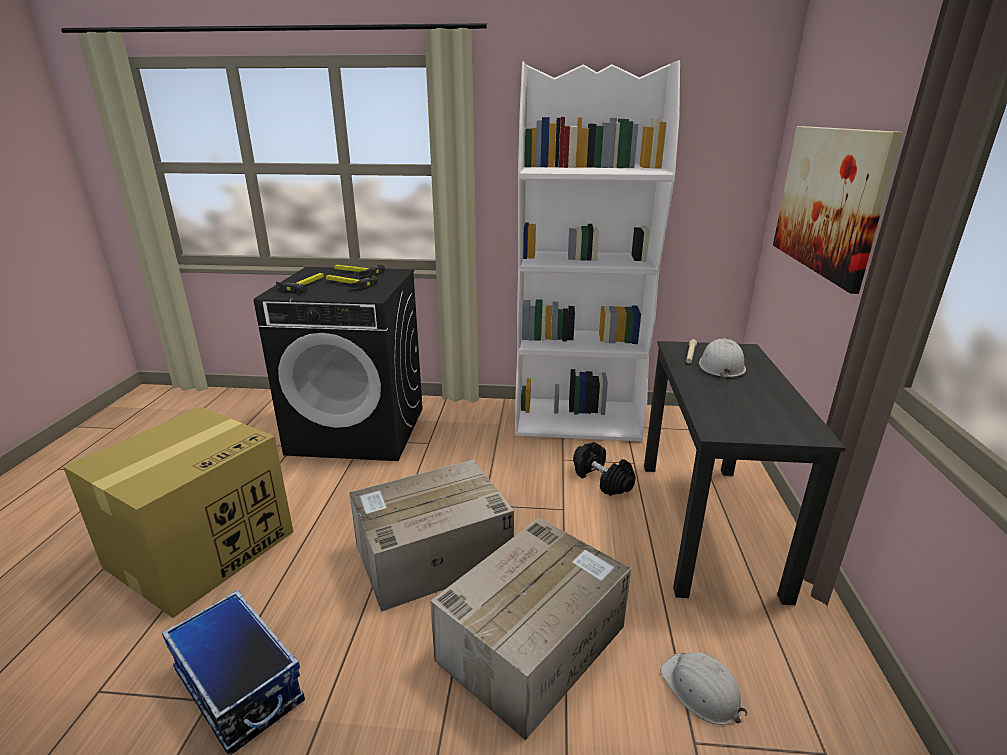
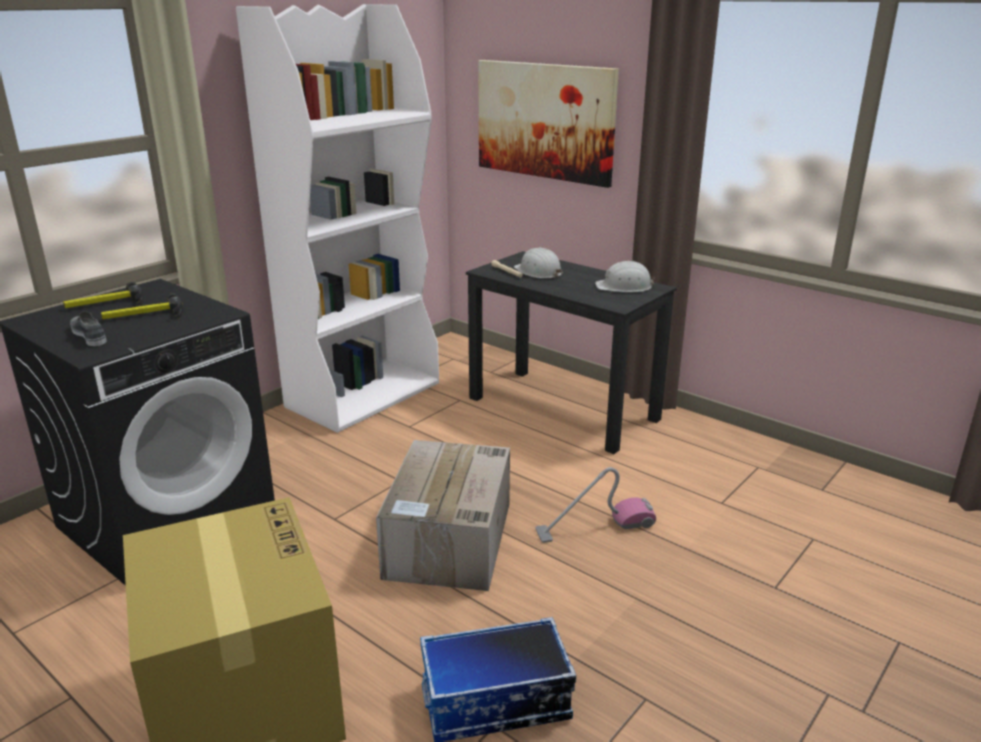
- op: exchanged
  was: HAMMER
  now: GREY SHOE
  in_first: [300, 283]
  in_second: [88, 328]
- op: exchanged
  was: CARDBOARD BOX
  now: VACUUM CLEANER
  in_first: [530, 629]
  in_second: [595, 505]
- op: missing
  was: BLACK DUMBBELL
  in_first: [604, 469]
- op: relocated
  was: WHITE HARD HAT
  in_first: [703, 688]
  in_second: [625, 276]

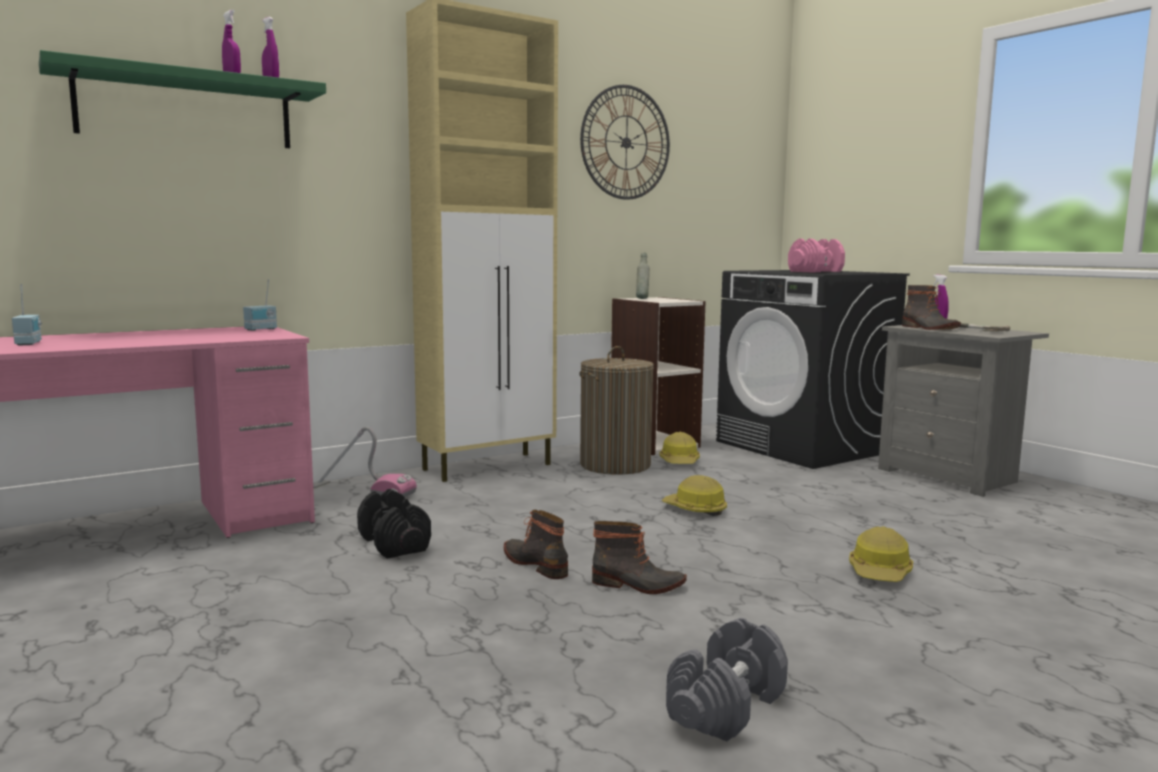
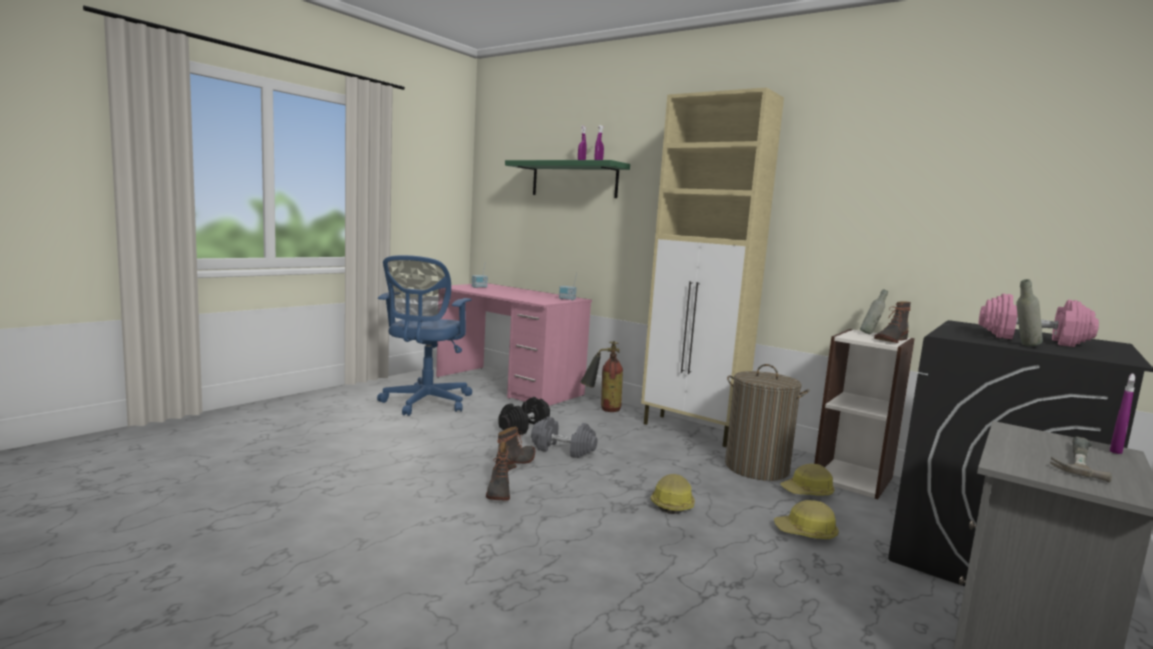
- op: exchanged
  was: VACUUM CLEANER
  now: FIRE EXTINGUISHER
  in_first: [365, 461]
  in_second: [601, 376]
- op: missing
  was: WALL CLOCK
  in_first: [625, 142]
- op: relocated
  was: GREY DUMBBELL
  in_first: [727, 680]
  in_second: [564, 437]
- op: relocated
  was: HARD HAT
  in_first: [881, 554]
  in_second: [806, 519]
- op: relocated
  was: BOOT
  in_first: [931, 307]
  in_second: [892, 322]
- op: appeared
  now: BLUE OFFICE CHAIR
  in_second: [424, 335]
- op: appeared
  now: GREY BOTTLE
  in_second: [1029, 312]

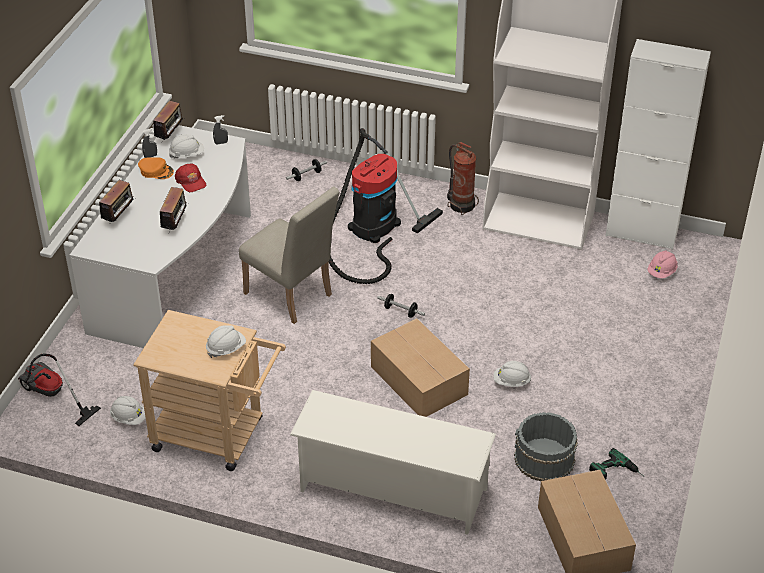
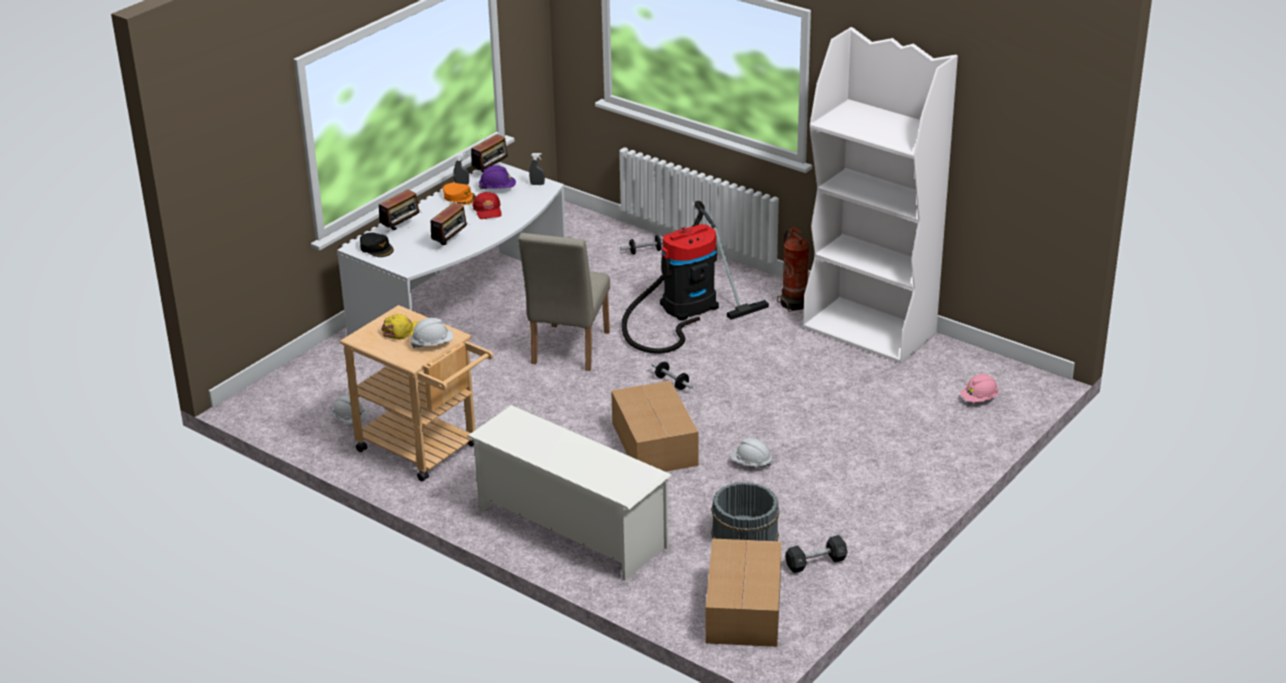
- op: missing
  was: VACUUM CLEANER
  in_first: [59, 389]
- op: colour
  was: WHITE HARD HAT
  now: PURPLE HARD HAT
  in_first: [186, 146]
  in_second: [497, 177]
- op: spun
  was: BEIGE CHAIR
  in_first: [289, 255]
  in_second: [564, 302]
  clockwise: 45
- op: exchanged
  was: POWER DRILL
  now: BLACK DUMBBELL
  in_first: [617, 464]
  in_second: [816, 554]
- op: missing
  was: WHITE CABINET
  in_first: [658, 144]
- op: appeared
  now: BLACK CAP
  in_second: [377, 245]
- op: appeared
  now: YELLOW CAP
  in_second: [400, 326]

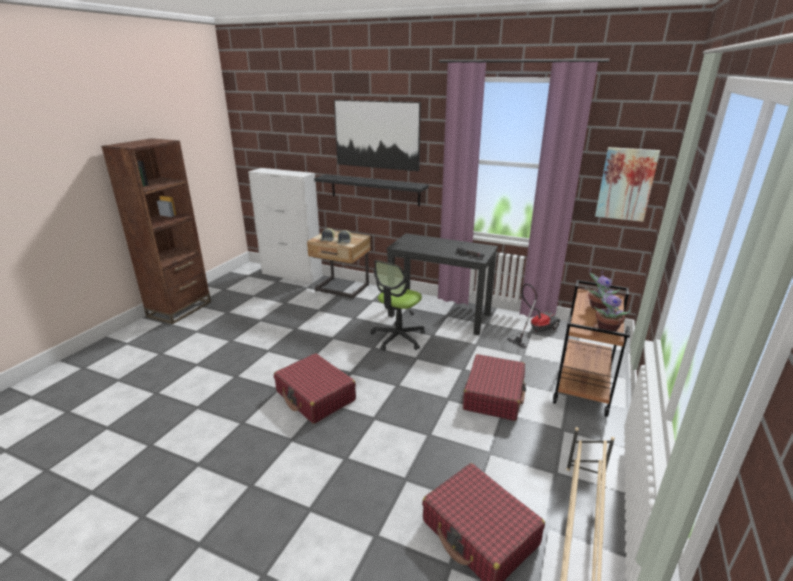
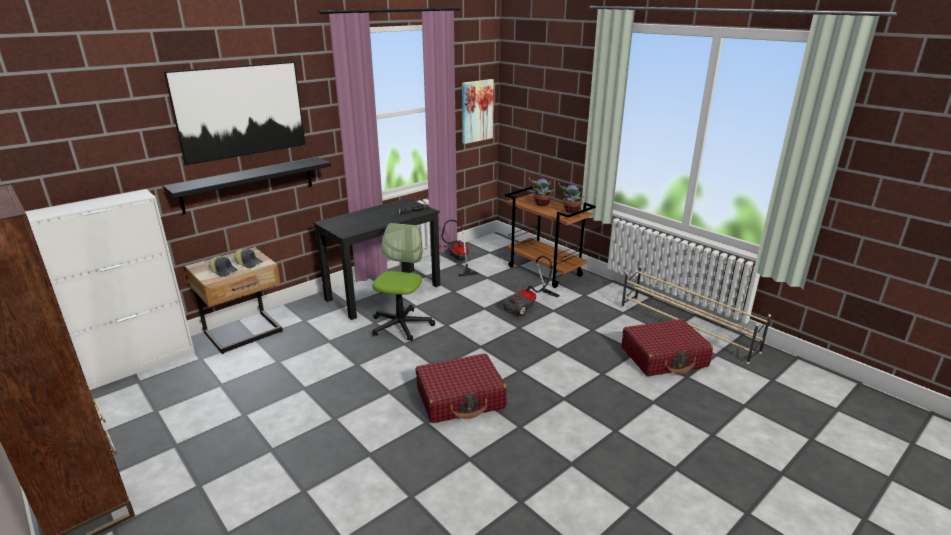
- op: spun
  was: OFFICE CHAIR
  in_first: [397, 305]
  in_second: [403, 282]
  clockwise: -135
- op: exchanged
  was: RED SUITCASE
  now: VACUUM CLEANER
  in_first: [494, 387]
  in_second: [531, 286]

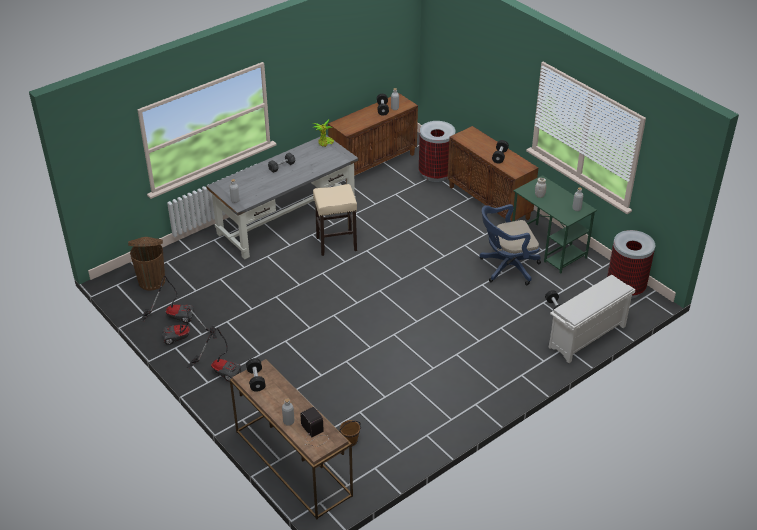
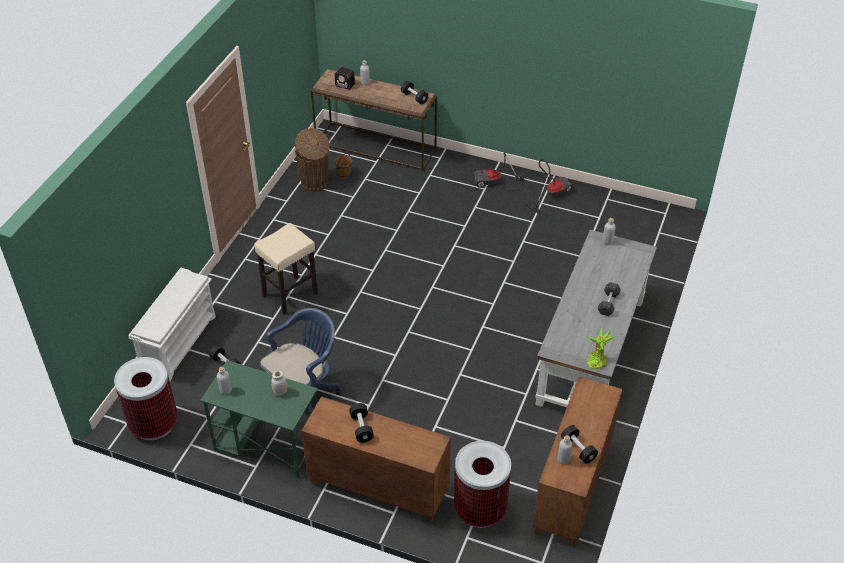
- op: relocated
  was: BROWN TRASH CAN
  in_first: [146, 264]
  in_second: [312, 160]
- op: missing
  was: VACUUM CLEANER
  in_first: [167, 299]
- op: relocated
  was: BEIGE STOOL
  in_first: [335, 220]
  in_second: [286, 269]

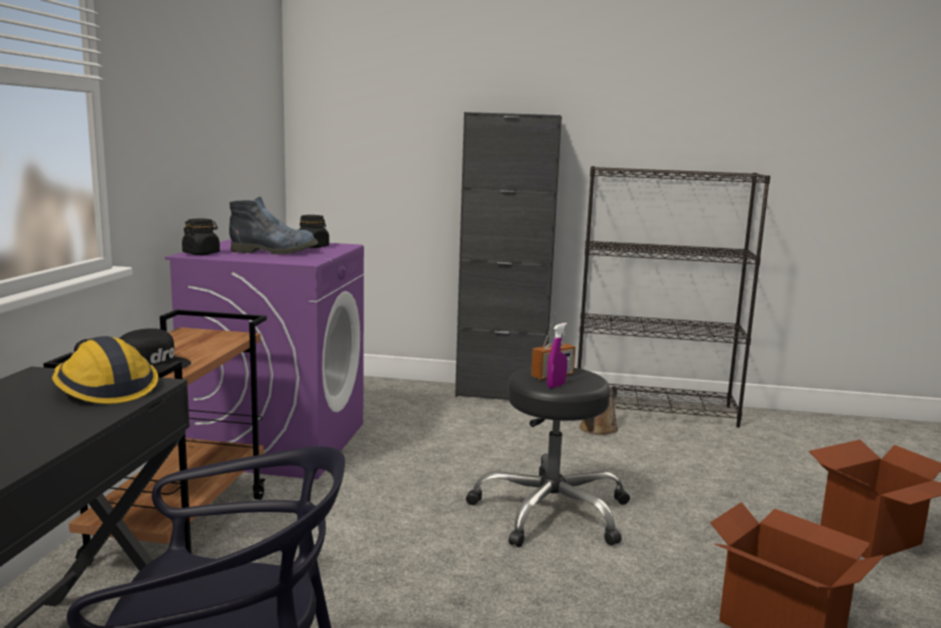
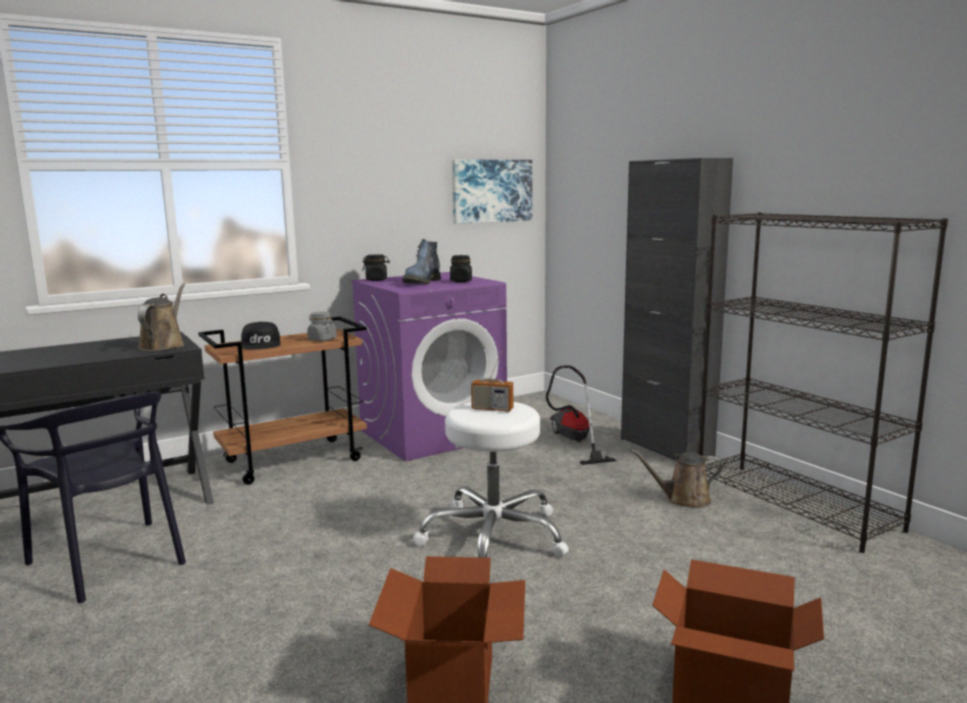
- op: exchanged
  was: HARD HAT
  now: BROWN WATERING CAN
  in_first: [105, 370]
  in_second: [161, 317]
- op: spun
  was: BOOT
  in_first: [274, 225]
  in_second: [421, 261]
  clockwise: 60
- op: colour
  was: BLACK STOOL
  now: WHITE STOOL
  in_first: [548, 457]
  in_second: [491, 480]
- op: missing
  was: PURPLE SPRAY BOTTLE
  in_first: [557, 355]
- op: appeared
  now: GREY JAR
  in_second: [322, 326]
- op: appeared
  now: PICTURE
  in_second: [492, 192]
- op: appeared
  now: VACUUM CLEANER
  in_second: [581, 415]

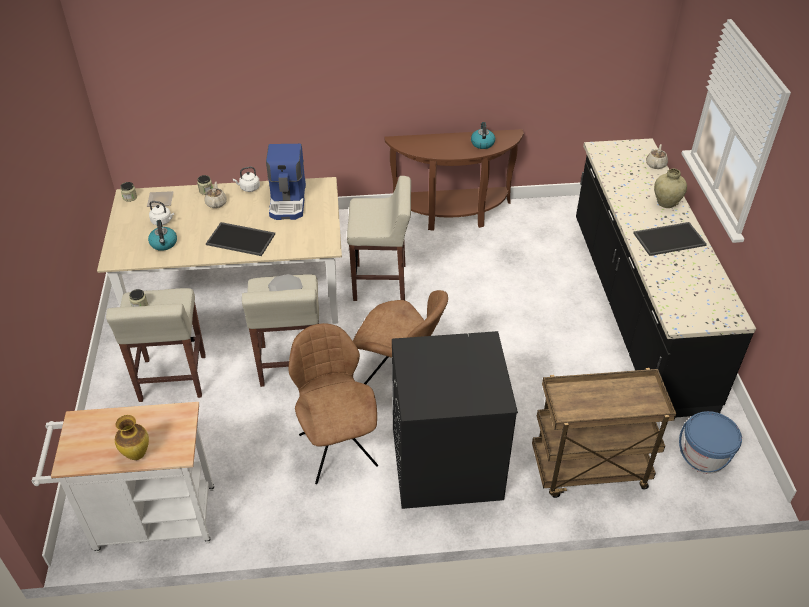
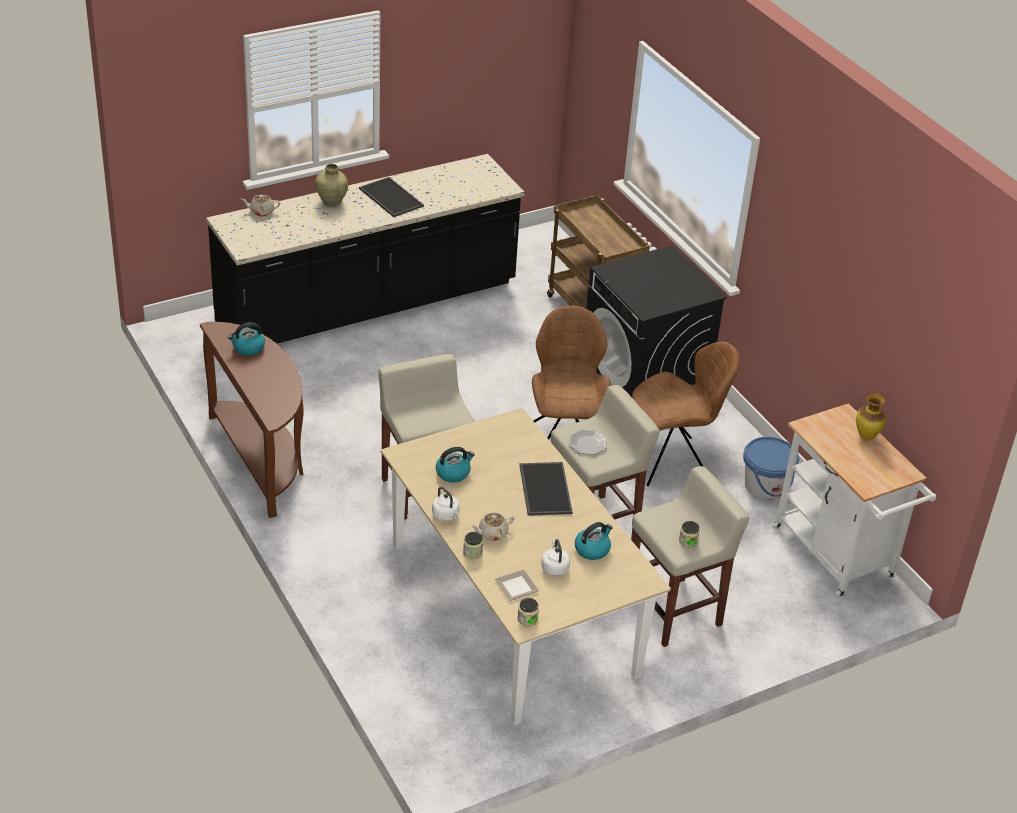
- op: exchanged
  was: COFFEE MACHINE
  now: KETTLE
  in_first: [286, 182]
  in_second: [455, 464]
- op: spun
  was: BROWN CHAIR
  in_first: [333, 403]
  in_second: [686, 414]
  clockwise: -150
- op: relocated
  was: BLUE BUCKET
  in_first: [710, 442]
  in_second: [771, 468]

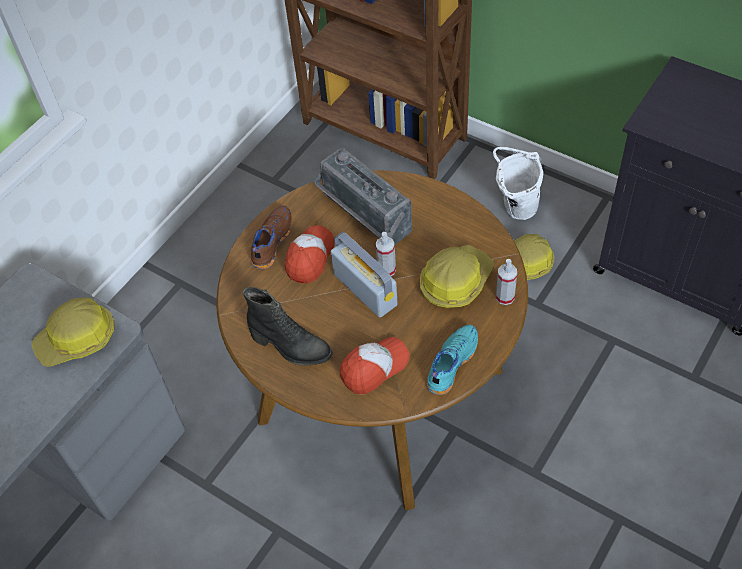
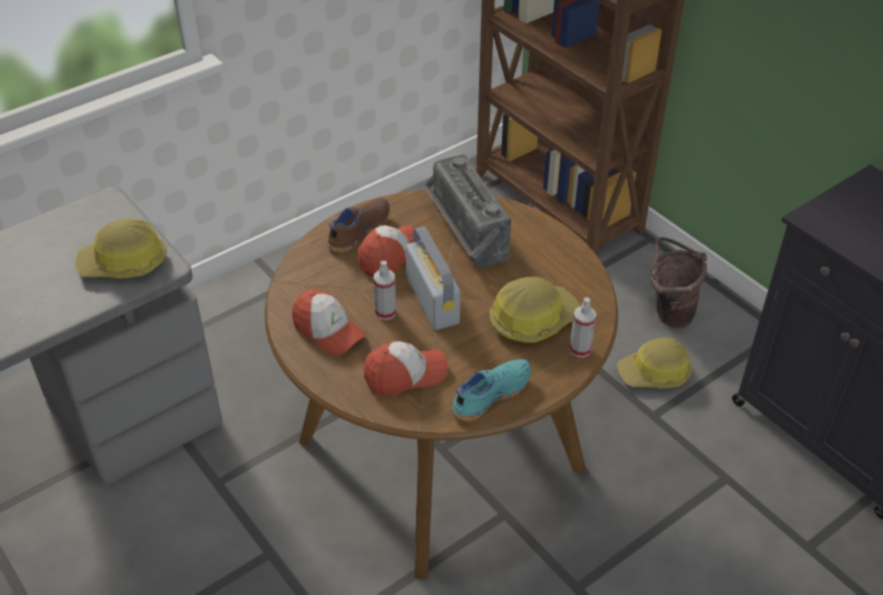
- op: exchanged
  was: BLACK BOOT
  now: CAP
  in_first: [288, 326]
  in_second: [329, 322]
- op: relocated
  was: SPRAY BOTTLE
  in_first: [386, 254]
  in_second: [385, 290]
- op: colour
  was: WHITE BUCKET
  now: BROWN BUCKET
  in_first: [518, 183]
  in_second: [678, 282]

